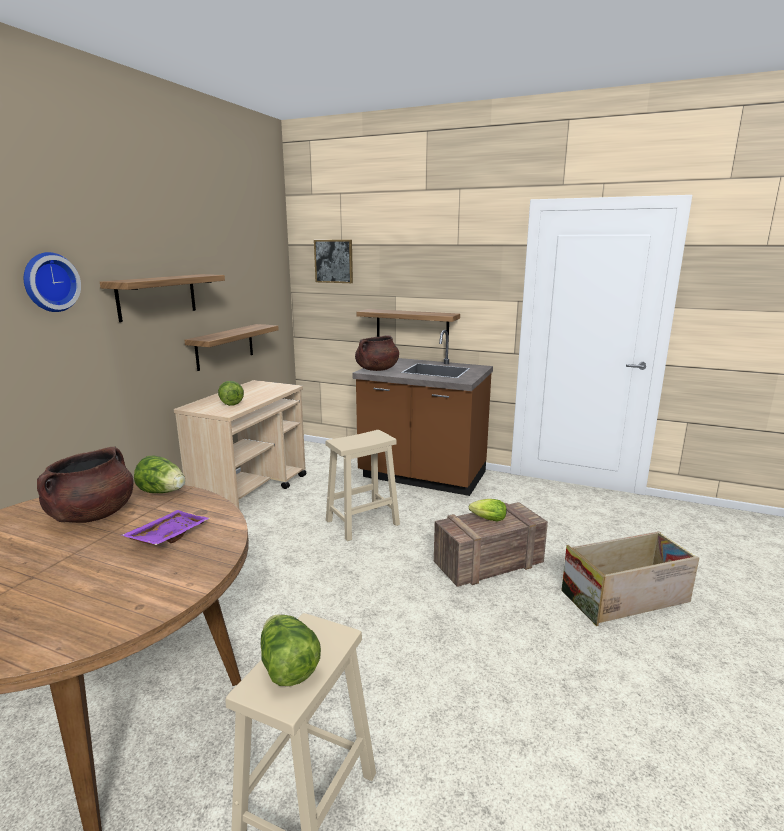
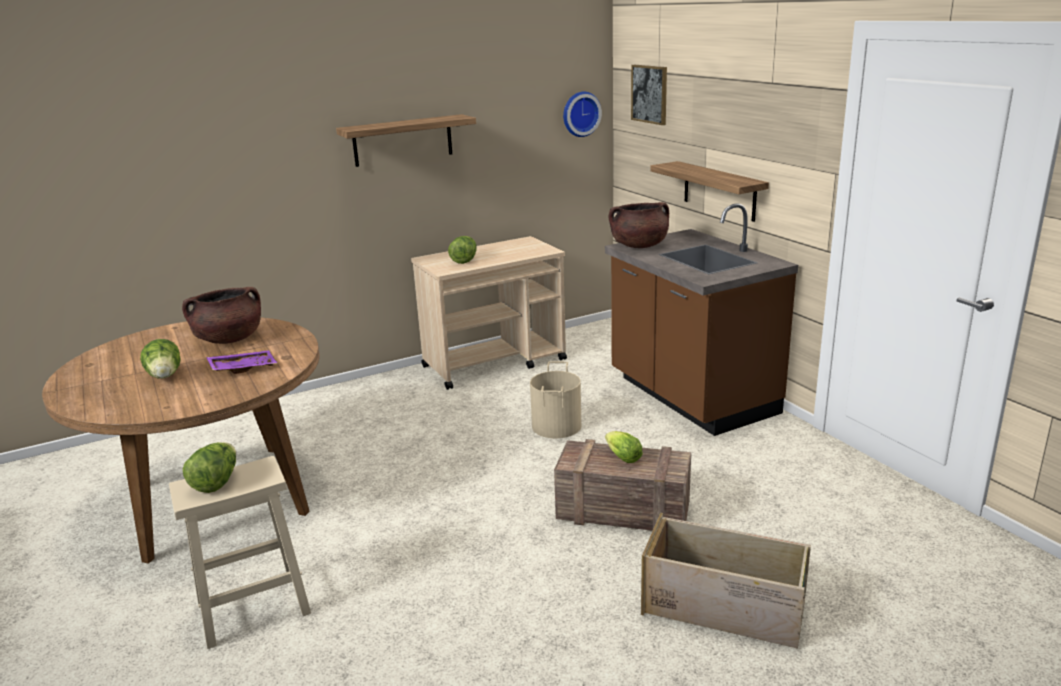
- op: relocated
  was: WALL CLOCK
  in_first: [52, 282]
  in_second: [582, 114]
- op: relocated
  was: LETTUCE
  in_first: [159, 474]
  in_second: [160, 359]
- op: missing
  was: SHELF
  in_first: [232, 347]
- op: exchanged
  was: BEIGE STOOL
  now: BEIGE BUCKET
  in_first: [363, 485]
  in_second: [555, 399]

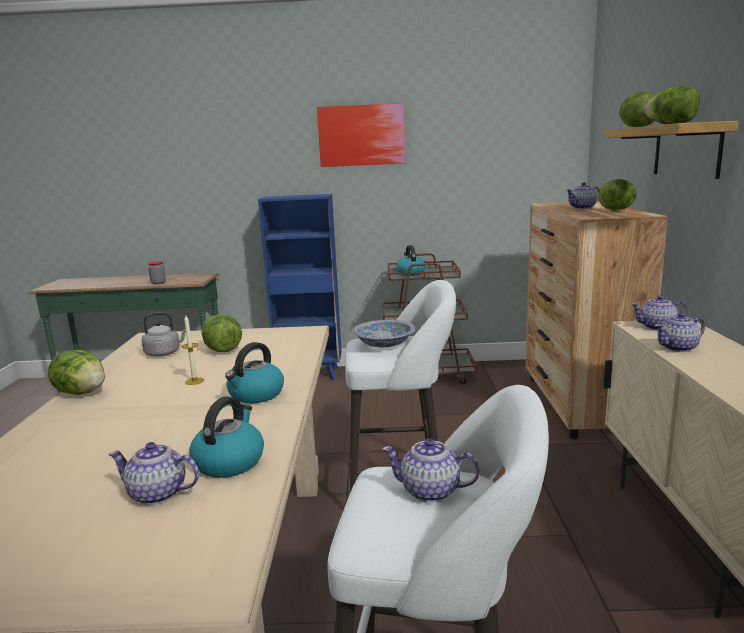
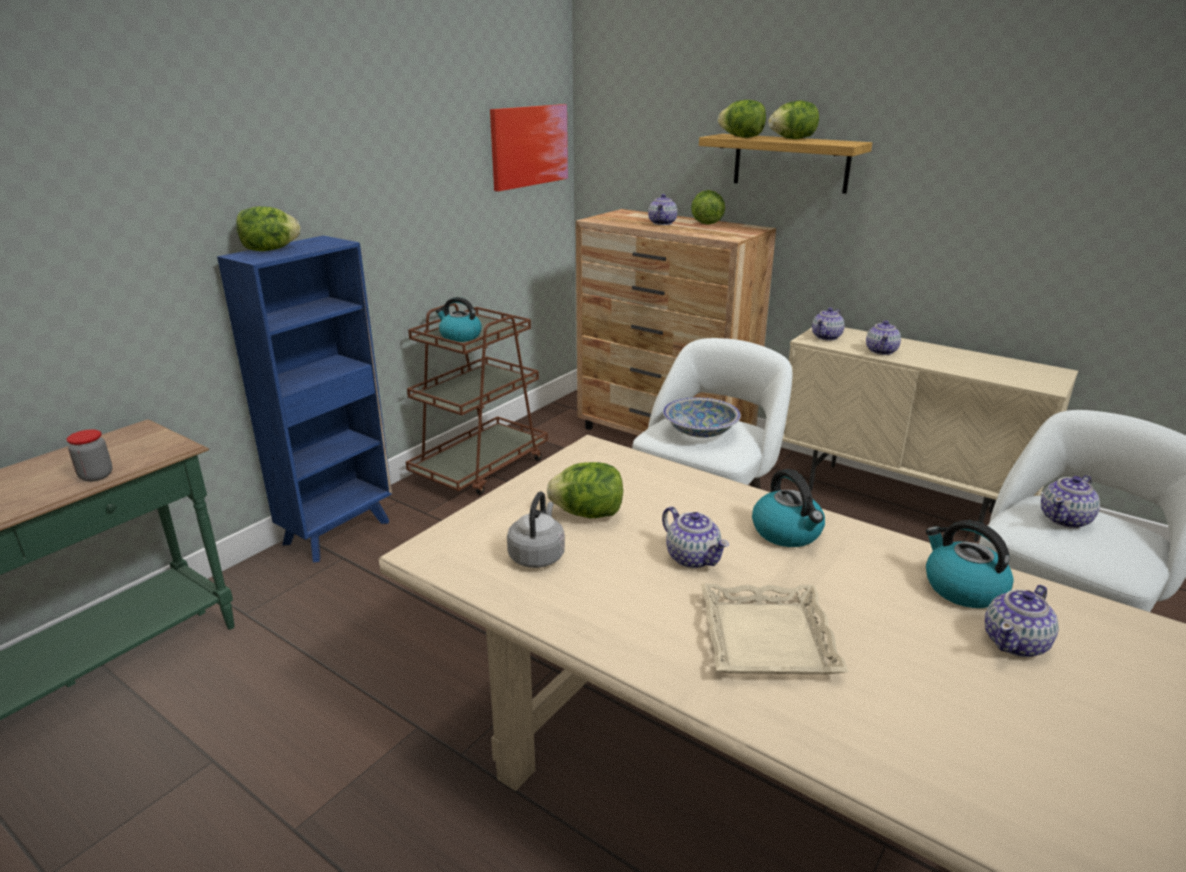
- op: relocated
  was: LETTUCE
  in_first: [76, 372]
  in_second: [268, 228]
- op: exchanged
  was: CANDLE
  now: TEAPOT
  in_first: [193, 350]
  in_second: [695, 537]
- op: relocated
  was: PICTURE
  in_first: [361, 135]
  in_second: [529, 148]
- op: appeared
  now: BEIGE TRAY
  in_second: [775, 629]

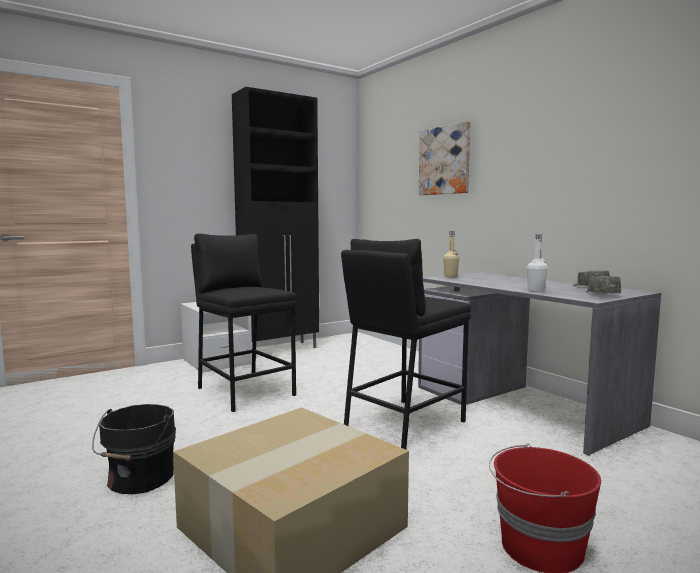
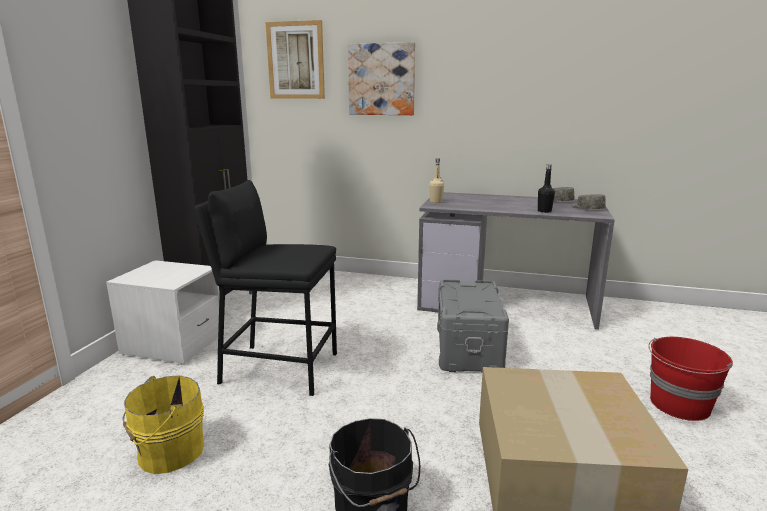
- op: exchanged
  was: BLACK STOOL
  now: GREY STORAGE BOX
  in_first: [406, 344]
  in_second: [473, 326]
- op: colour
  was: WHITE BOTTLE
  now: BLACK BOTTLE
  in_first: [537, 263]
  in_second: [546, 188]
- op: appeared
  now: YELLOW BUCKET
  in_second: [163, 424]
- op: appeared
  now: PICTURE
  in_second: [295, 59]

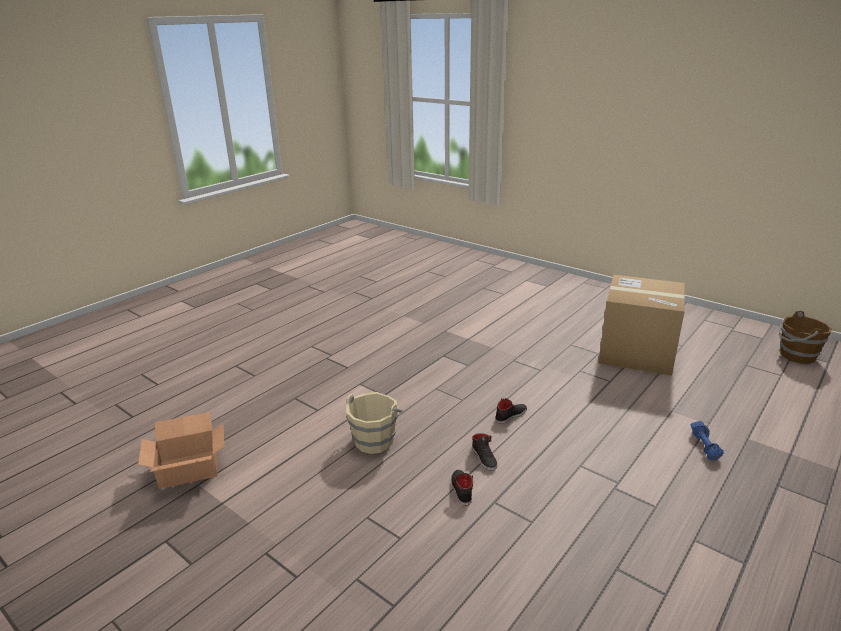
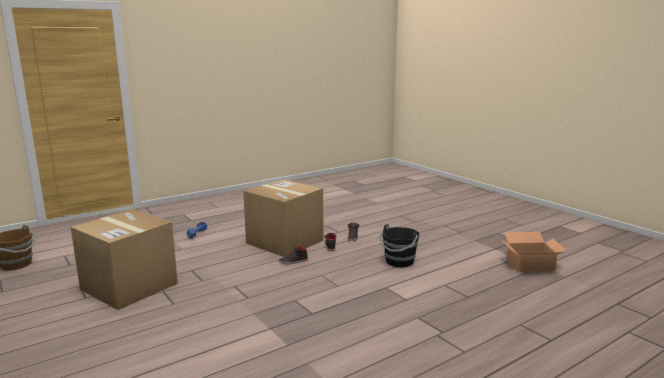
- op: colour
  was: BEIGE BUCKET
  now: BLACK BUCKET
  in_first: [374, 423]
  in_second: [399, 246]
- op: appeared
  now: CARDBOARD BOX
  in_second: [283, 218]

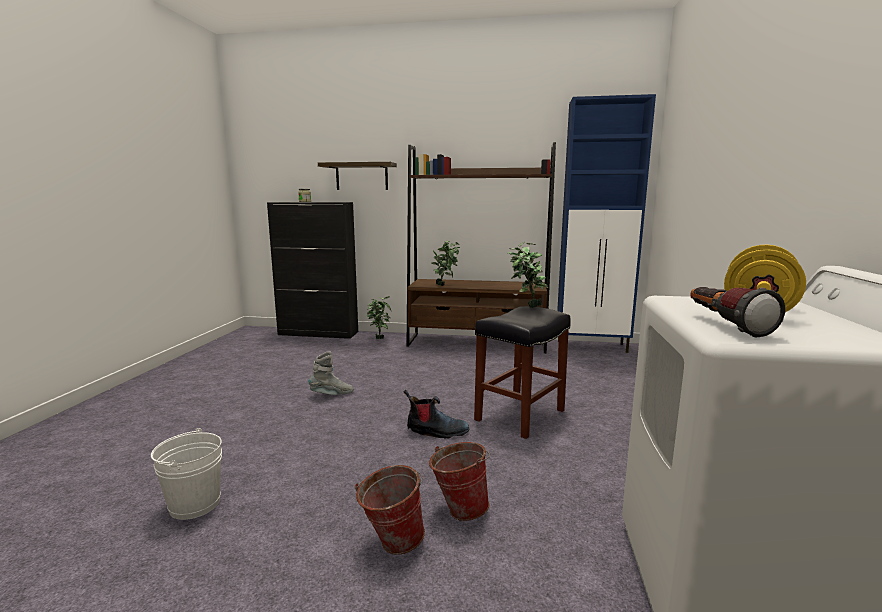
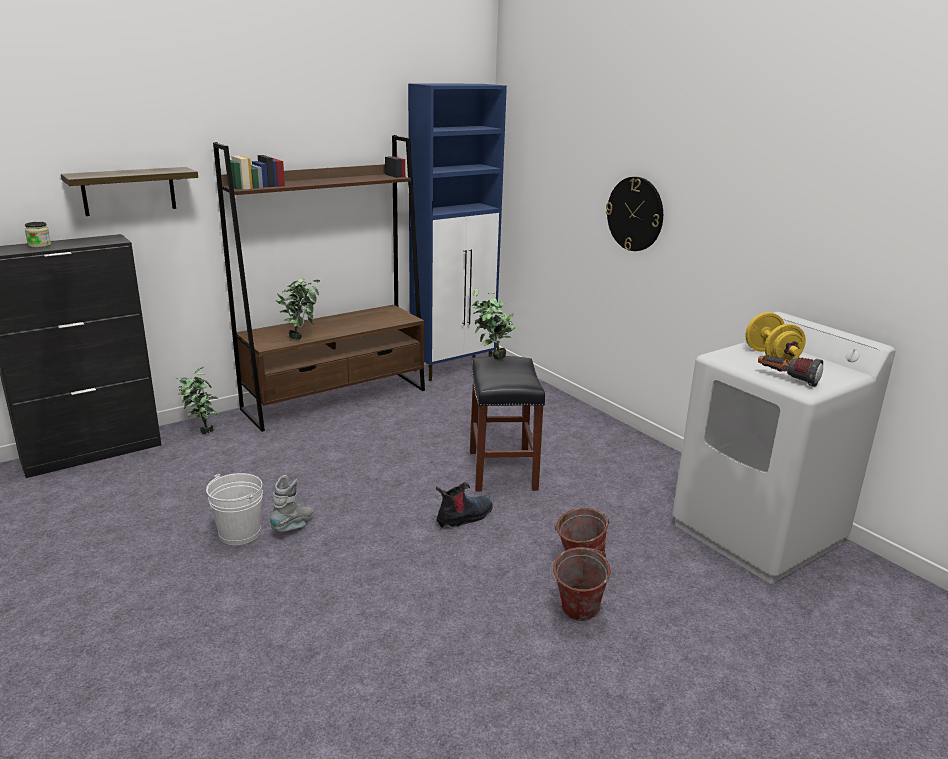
- op: relocated
  was: WHITE BUCKET
  in_first: [186, 474]
  in_second: [234, 509]
- op: appeared
  now: WALL CLOCK
  in_second: [634, 214]

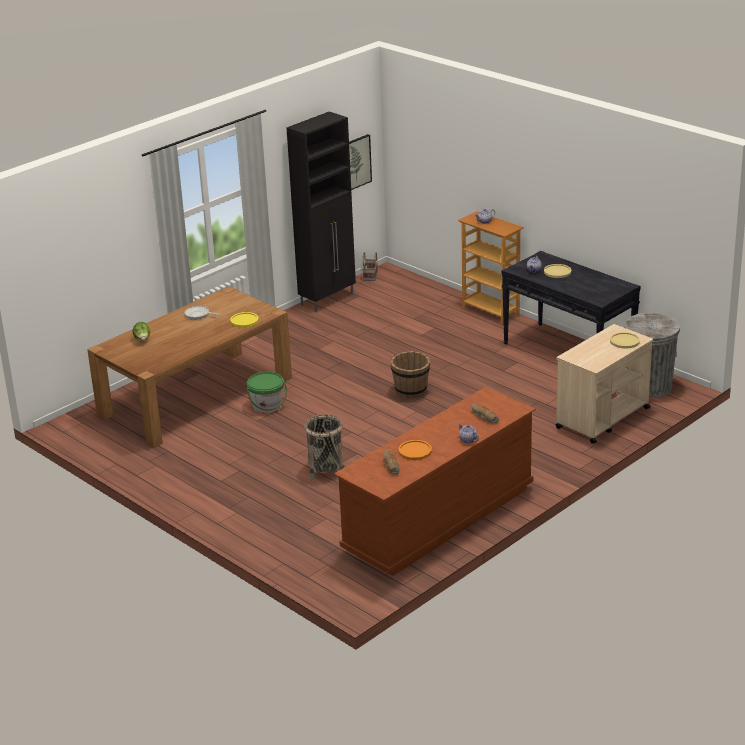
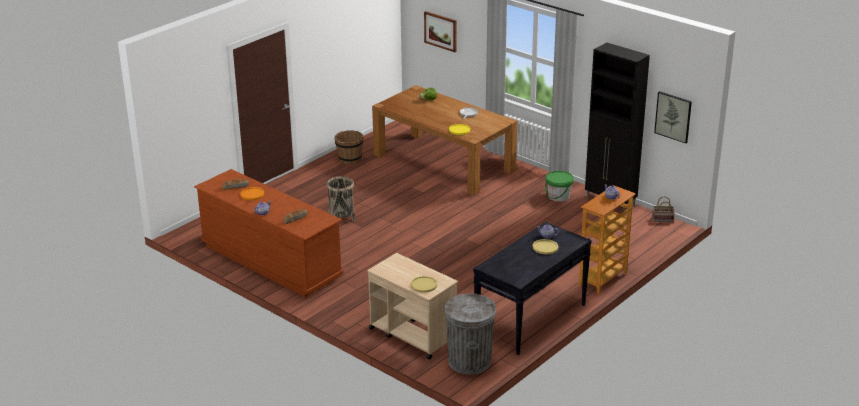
- op: relocated
  was: GREEN BUCKET
  in_first: [267, 392]
  in_second: [559, 186]
- op: relocated
  was: BROWN BUCKET
  in_first: [410, 375]
  in_second: [348, 147]
- op: appeared
  now: PICTURE
  in_second: [440, 31]

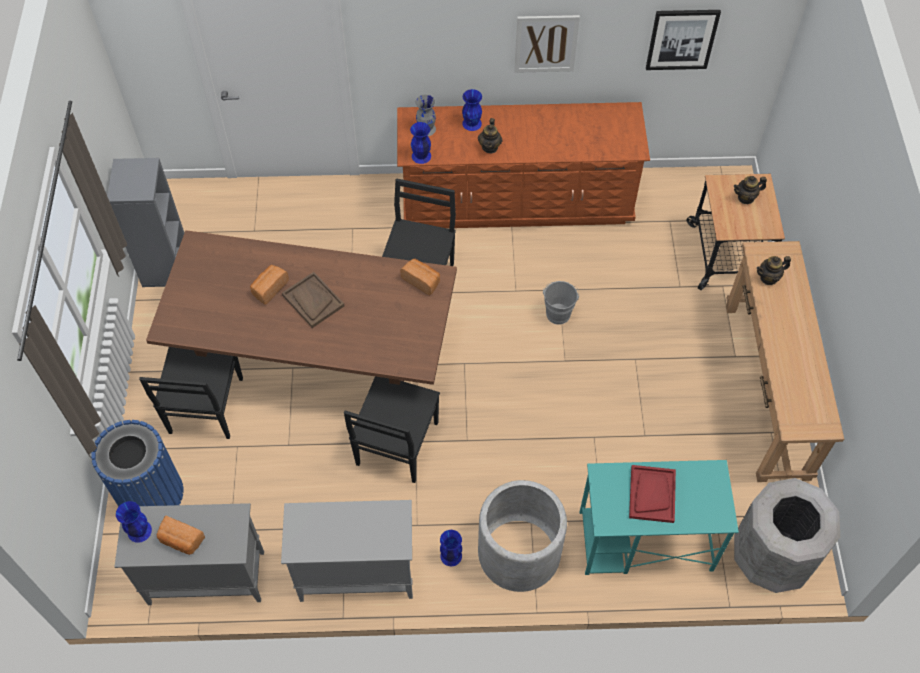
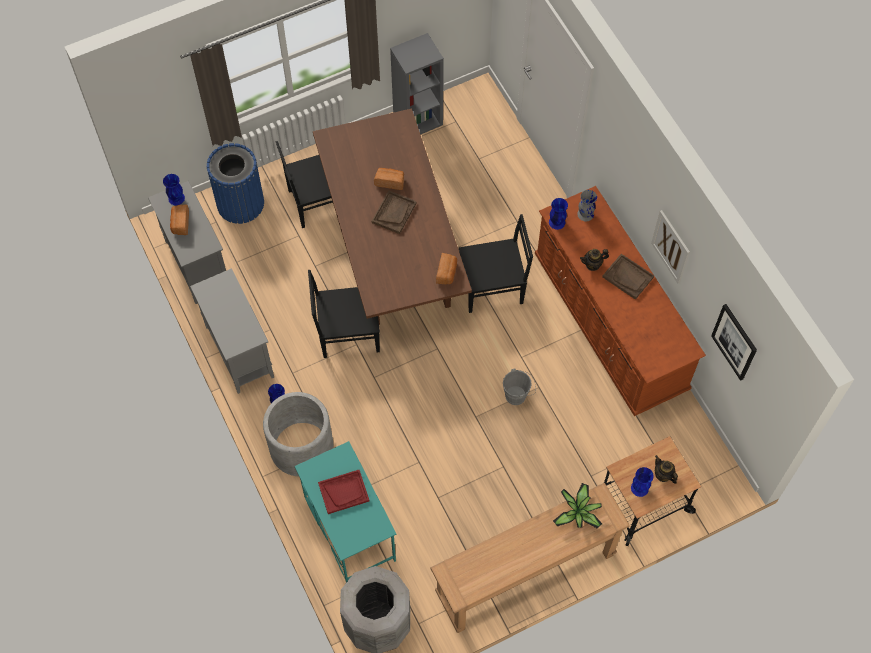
- op: relocated
  was: BLUE VASE
  in_first: [472, 110]
  in_second: [642, 482]
- op: exchanged
  was: TEAPOT
  now: POTTED PLANT
  in_first: [774, 270]
  in_second: [577, 506]
- op: appeared
  now: BROWN TRAY
  in_second: [628, 277]

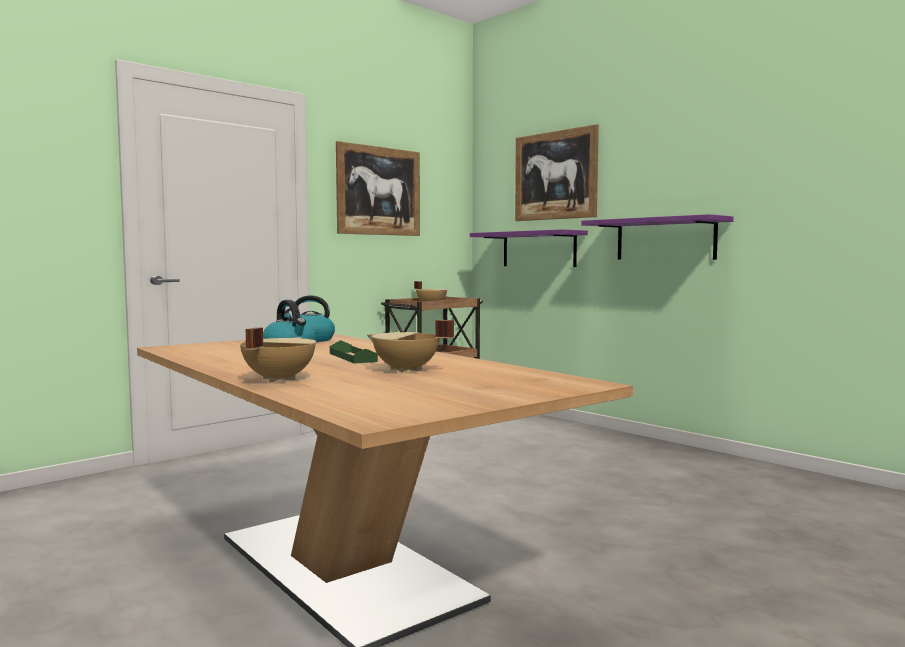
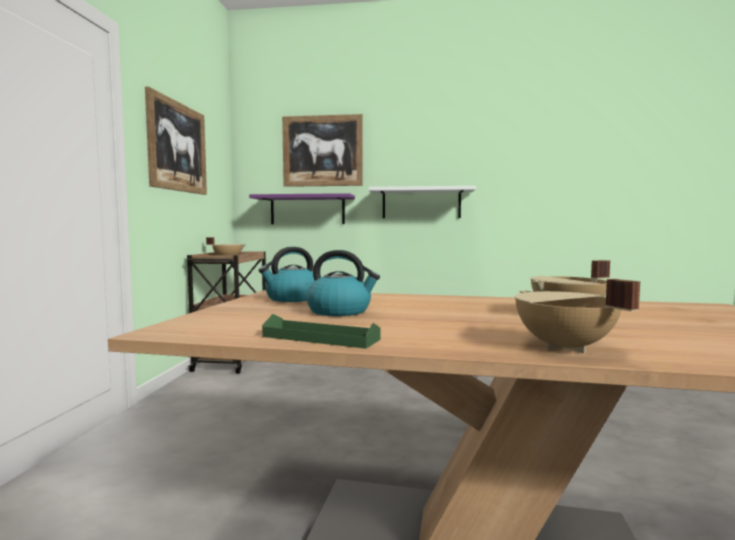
- op: relocated
  was: GREEN TRAY
  in_first: [354, 352]
  in_second: [321, 331]
- op: colour
  was: PURPLE SHELF
  now: WHITE SHELF
  in_first: [657, 237]
  in_second: [422, 202]

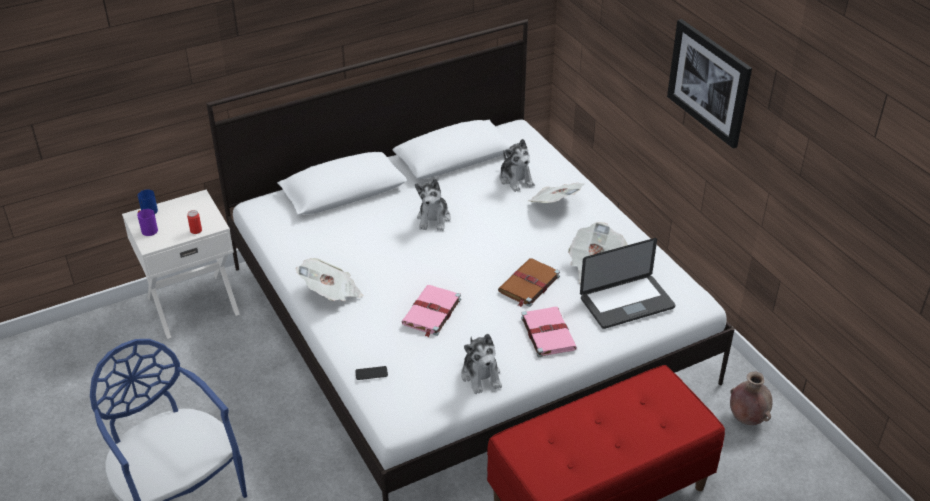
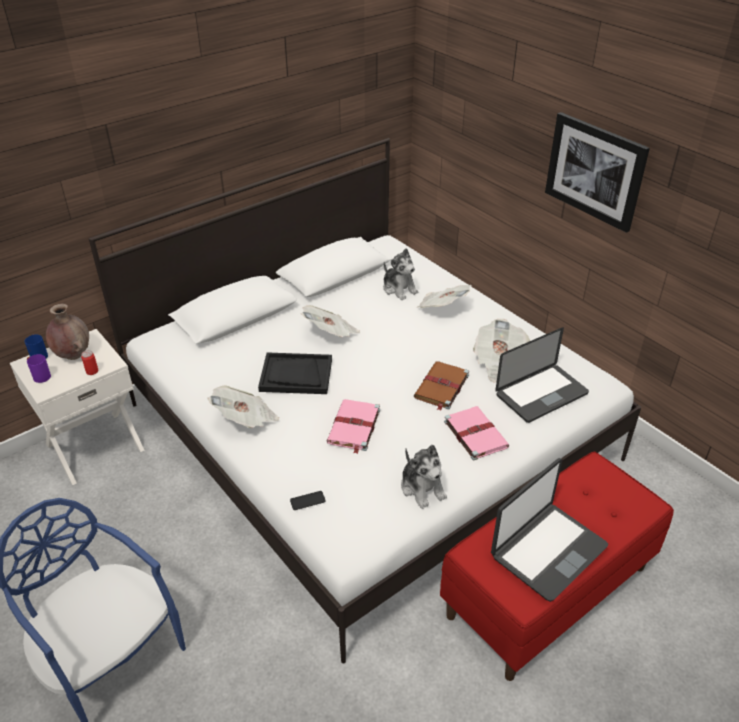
- op: exchanged
  was: PLUSH TOY
  now: NEWSPAPER
  in_first: [433, 205]
  in_second: [330, 321]
- op: relocated
  was: BROWN VASE
  in_first: [751, 398]
  in_second: [67, 332]
- op: appeared
  now: BLACK TRAY
  in_second: [295, 373]
- op: appeared
  now: LAPTOP
  in_second: [549, 530]

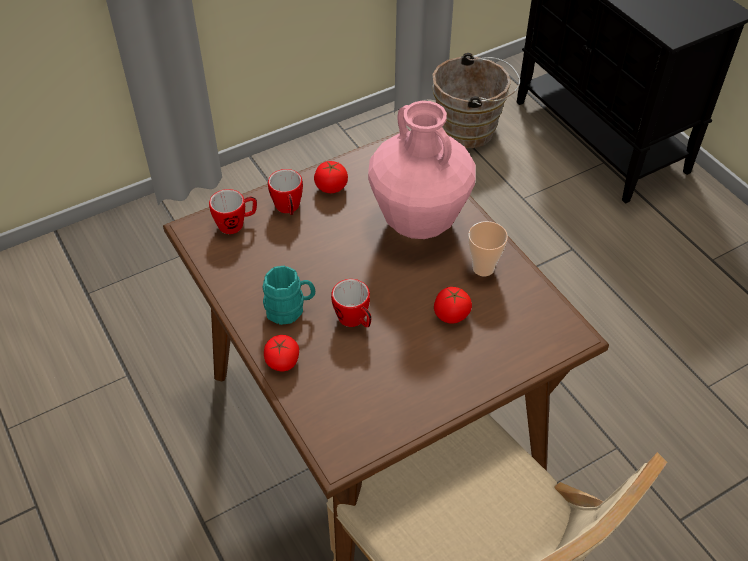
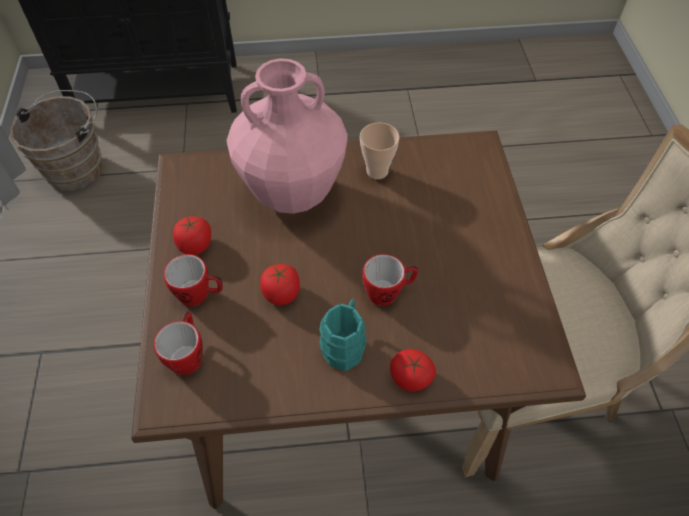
- op: relocated
  was: TOMATO
  in_first: [453, 305]
  in_second: [280, 284]

